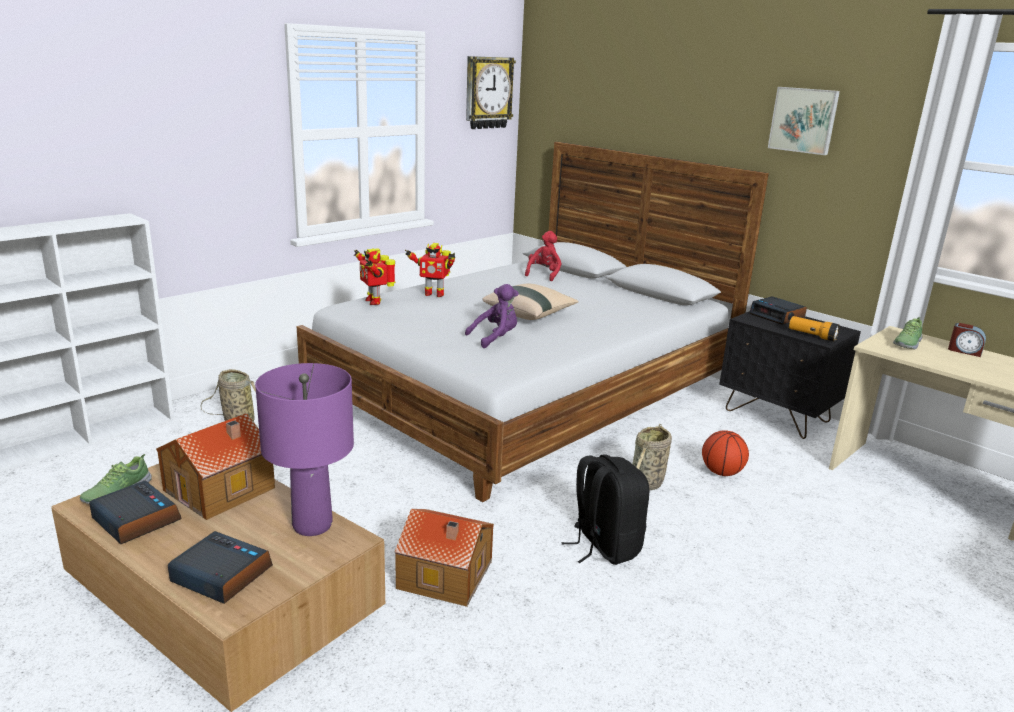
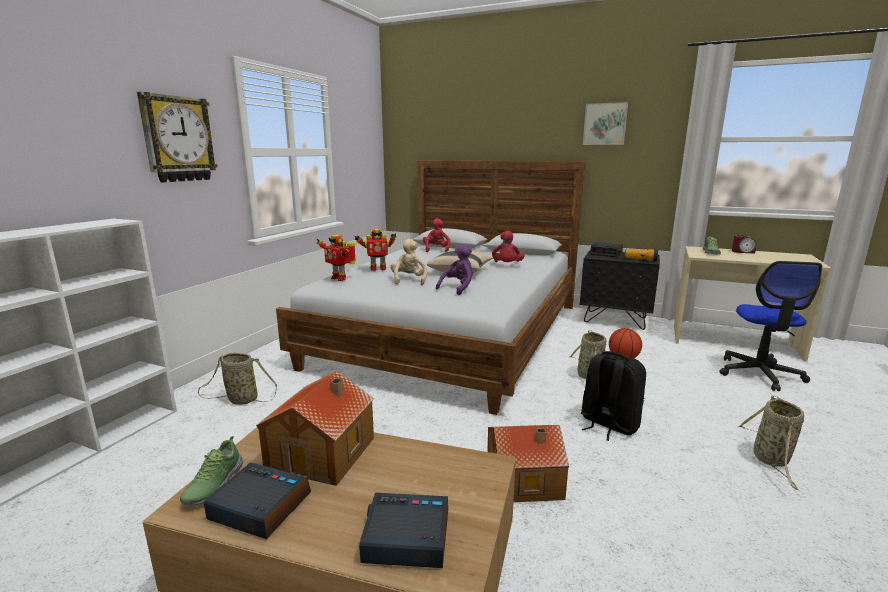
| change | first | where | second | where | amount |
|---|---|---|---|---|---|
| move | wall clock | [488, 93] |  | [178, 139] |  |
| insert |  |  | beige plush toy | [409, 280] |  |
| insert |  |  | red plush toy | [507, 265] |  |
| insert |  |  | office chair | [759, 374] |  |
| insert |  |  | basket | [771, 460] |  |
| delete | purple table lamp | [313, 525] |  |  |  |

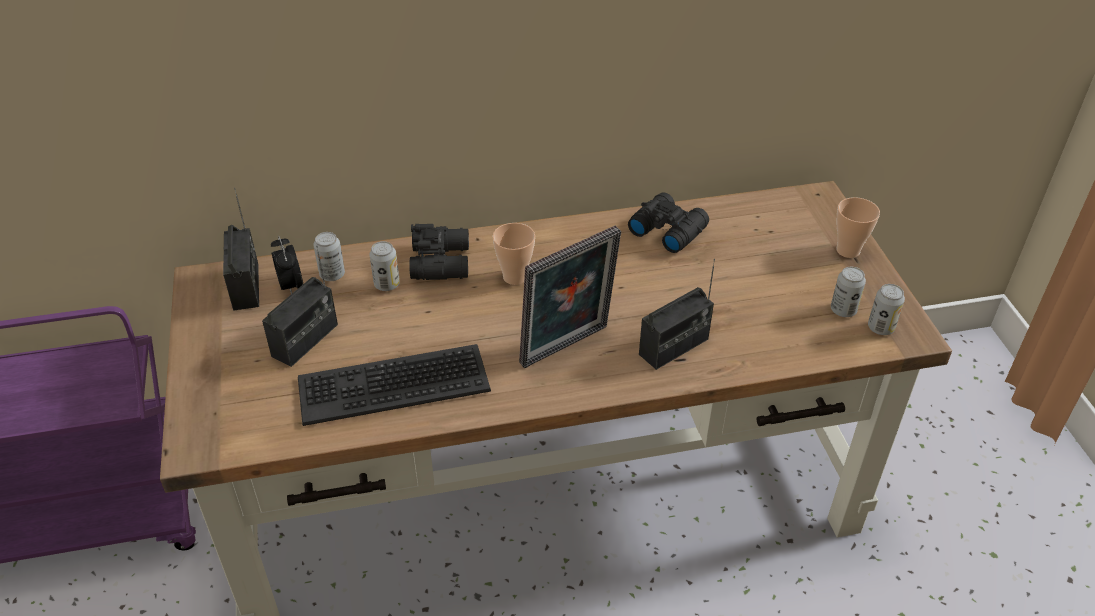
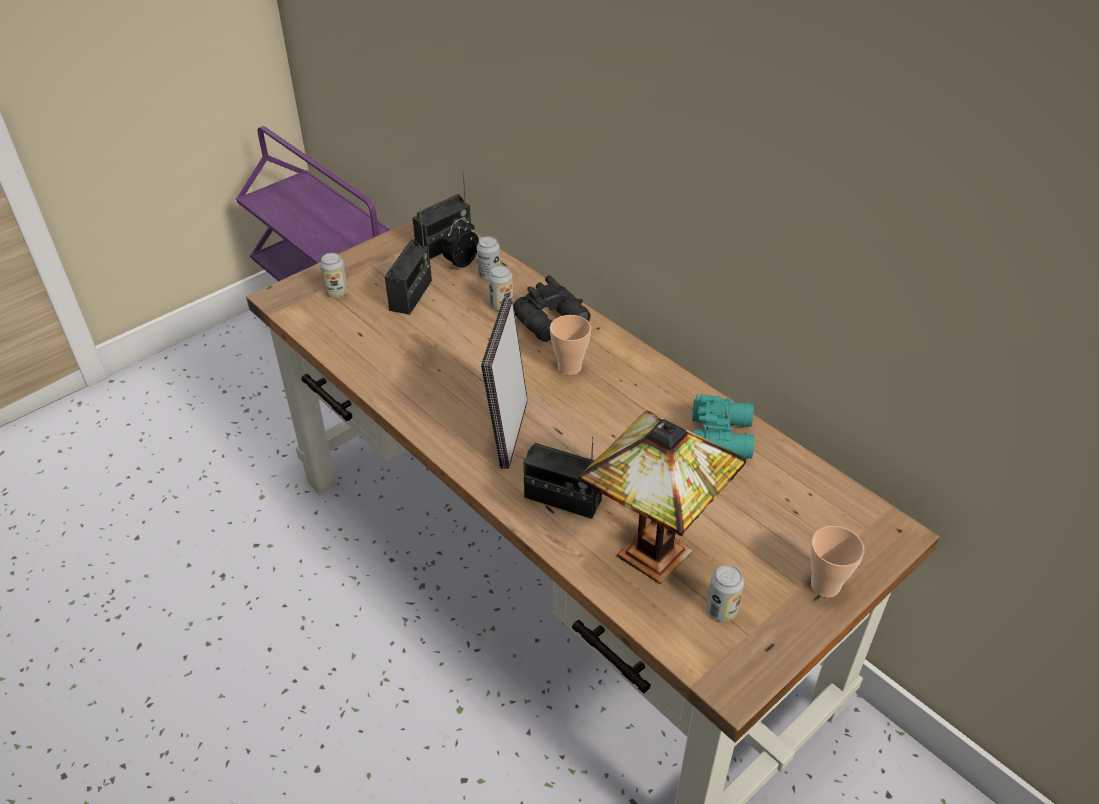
| change | first | where | second | where | amount |
|---|---|---|---|---|---|
| move | can | [880, 328] |  | [337, 292] |  |
| rotate | radio | [305, 340] |  | [411, 295] | 75 degrees counterclockwise |
| rotate | picture frame | [567, 348] |  | [507, 432] | 75 degrees clockwise |
| insert |  |  | table lamp | [654, 558] |  |
| recolor | black binoculars | [667, 229] | turquoise binoculars | [722, 436] |  |
| delete | keyboard | [393, 384] |  |  |  |

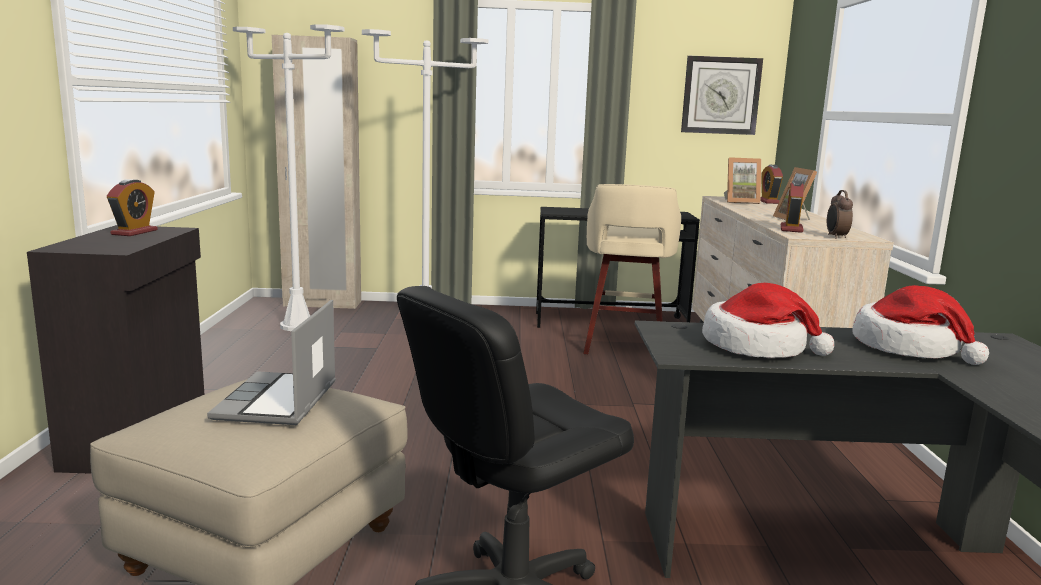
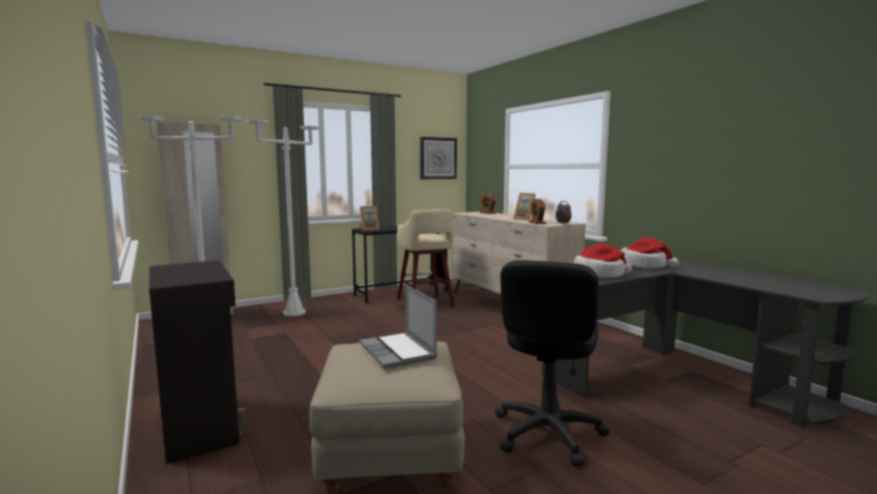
| change | first | where | second | where | amount |
|---|---|---|---|---|---|
| move | picture frame | [740, 201] |  | [369, 229] |  |
| delete | alarm clock | [134, 232] |  |  |  |

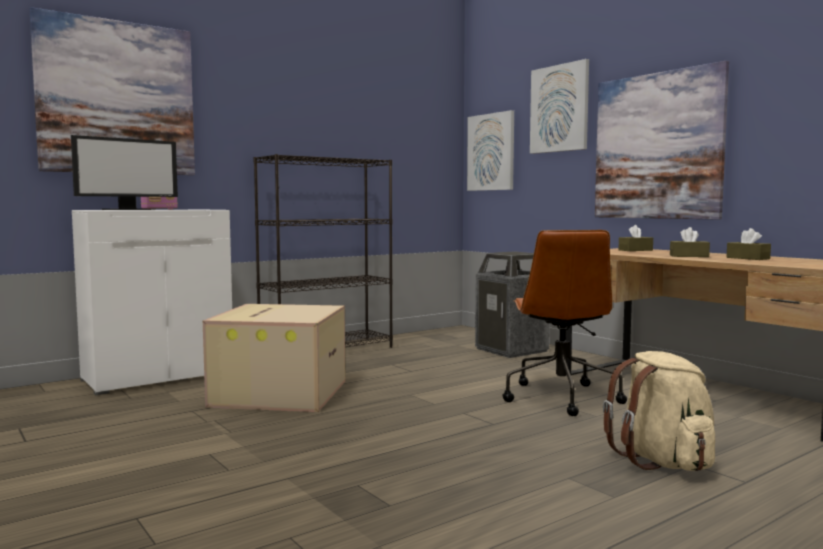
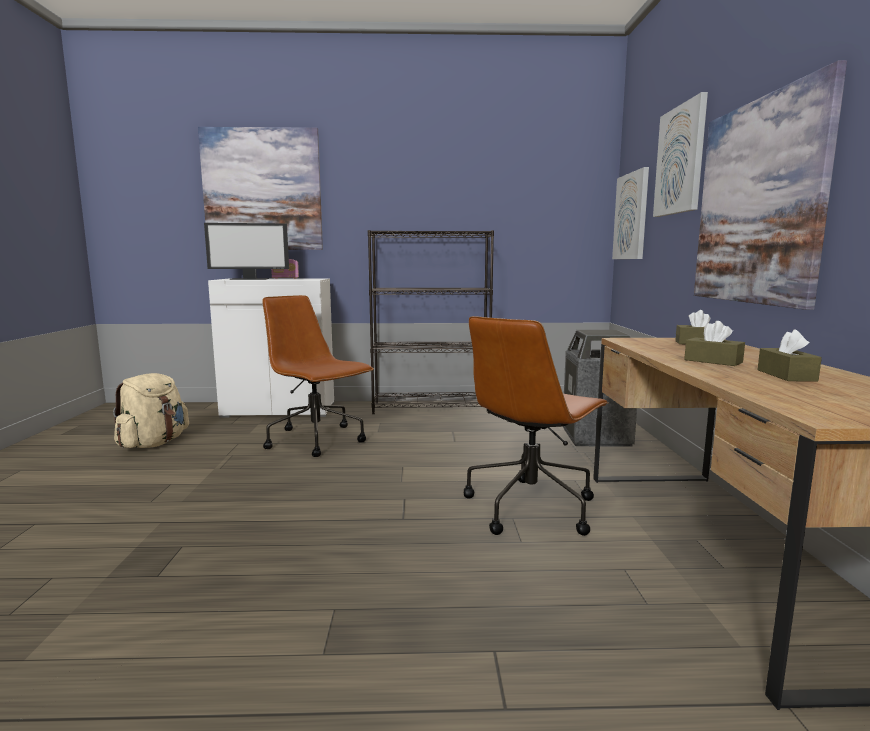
| change | first | where | second | where | amount |
|---|---|---|---|---|---|
| move | beige backpack | [662, 461] |  | [154, 443] |  |
| replace | cardboard box | [279, 393] | brown office chair | [317, 440] |  |

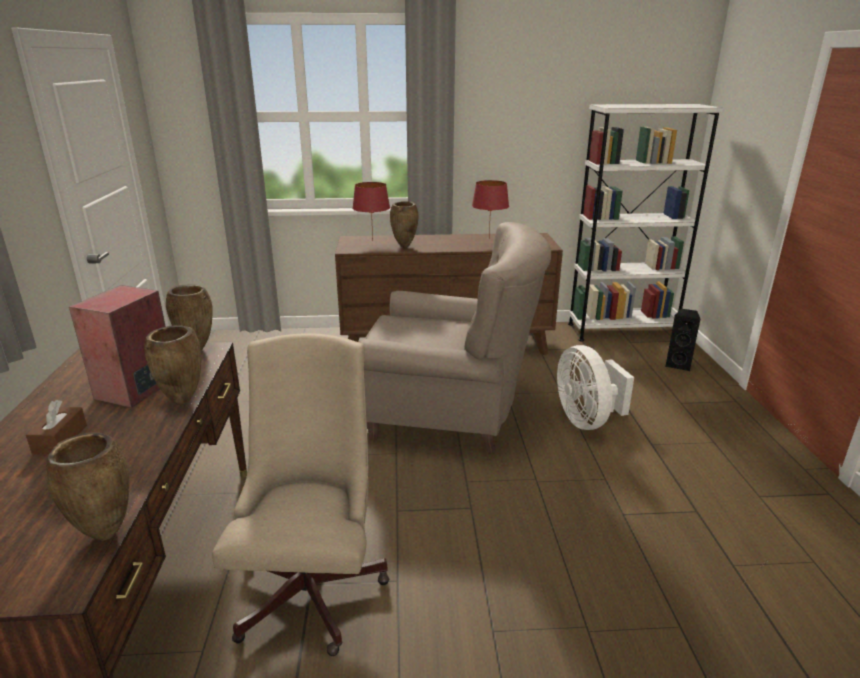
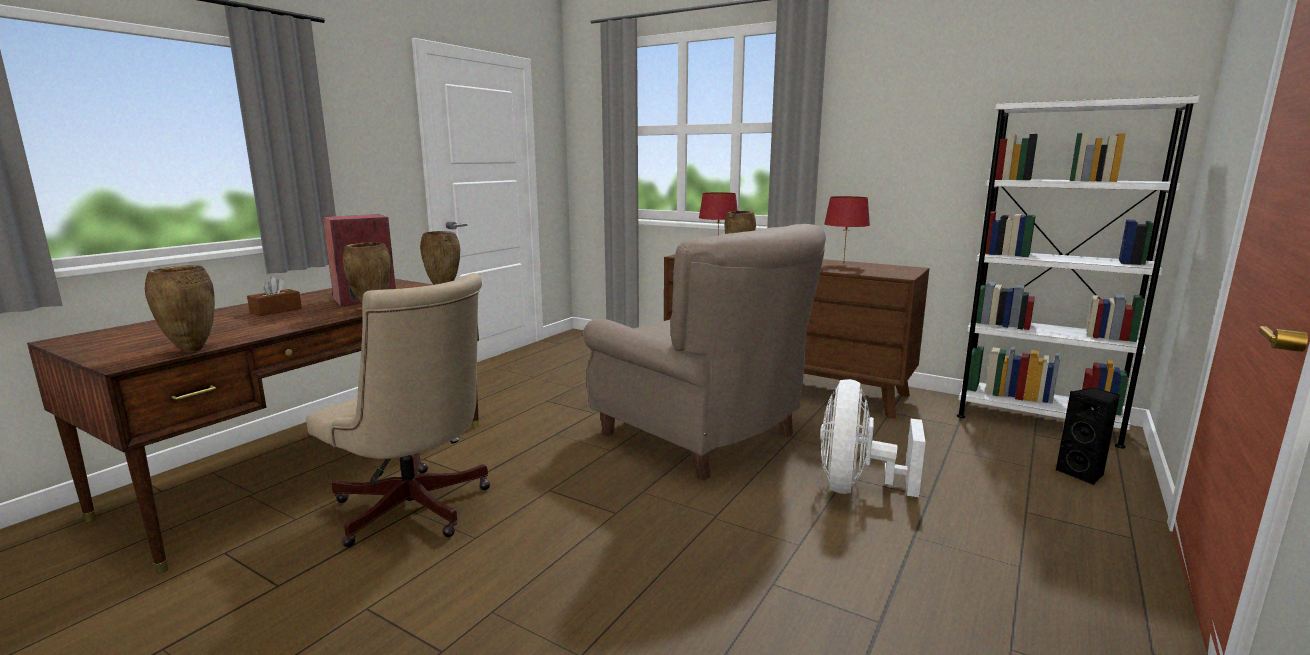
| change | first | where | second | where | amount |
|---|---|---|---|---|---|
| rotate | beige office chair | [313, 584] |  | [415, 512] | 90 degrees clockwise |

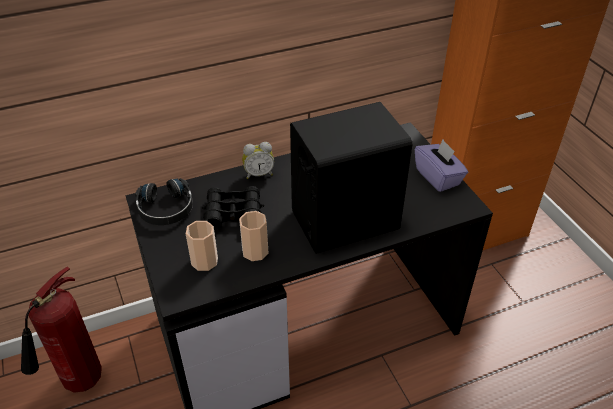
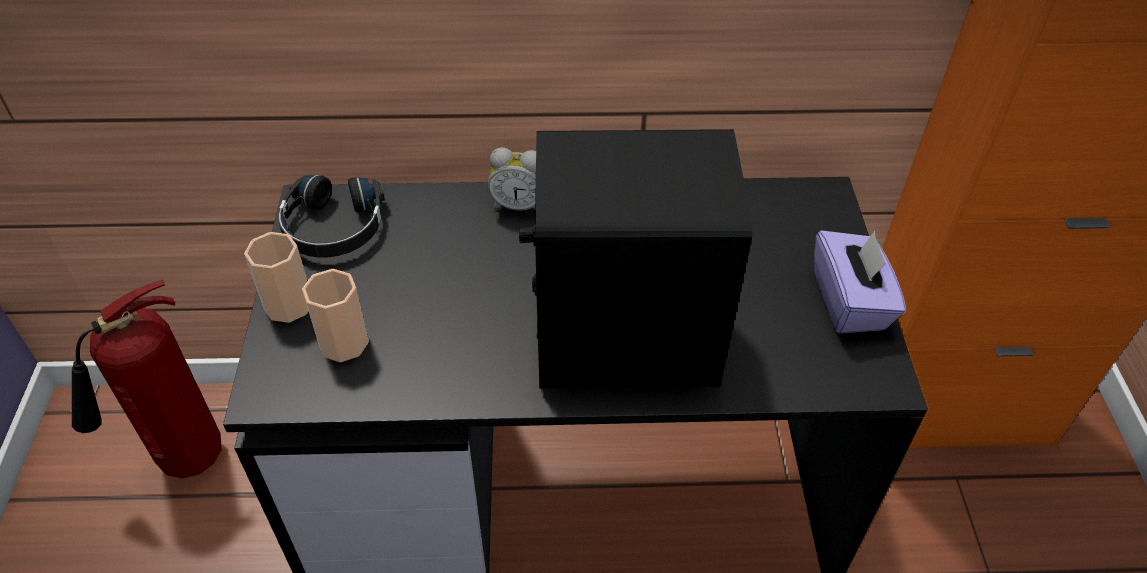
| change | first | where | second | where | amount |
|---|---|---|---|---|---|
| move | cup | [255, 251] |  | [288, 305] |  |
| delete | black binoculars | [233, 214] |  |  |  |

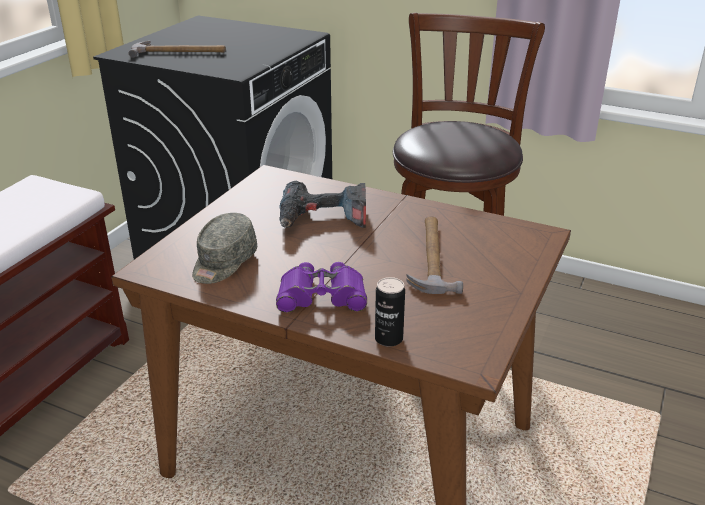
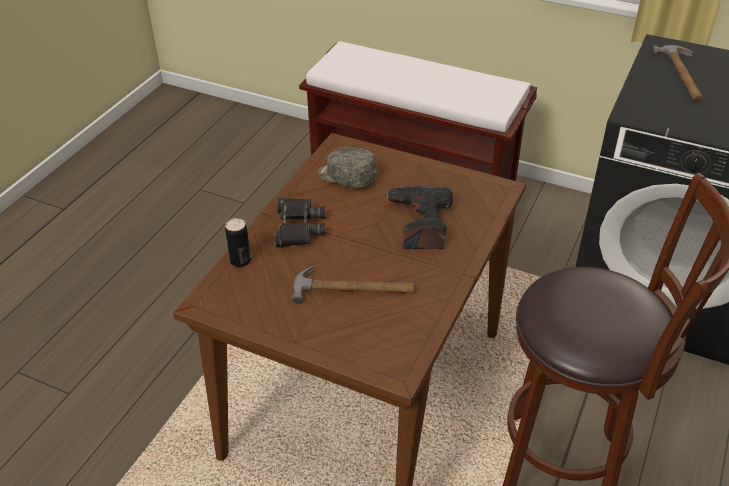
| change | first | where | second | where | amount |
|---|---|---|---|---|---|
| recolor | purple binoculars | [322, 296] | black binoculars | [298, 227] |  |

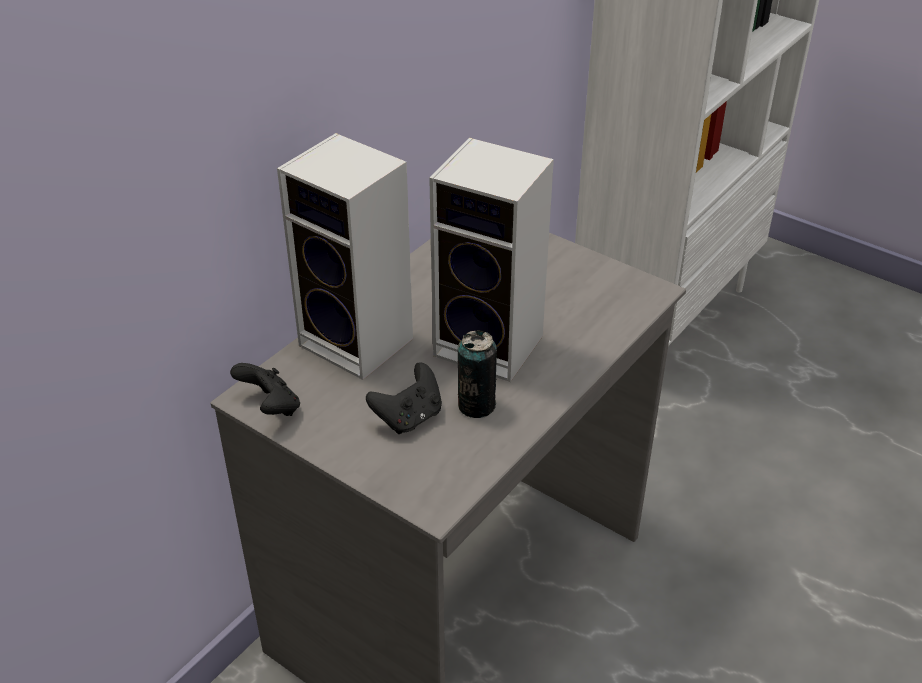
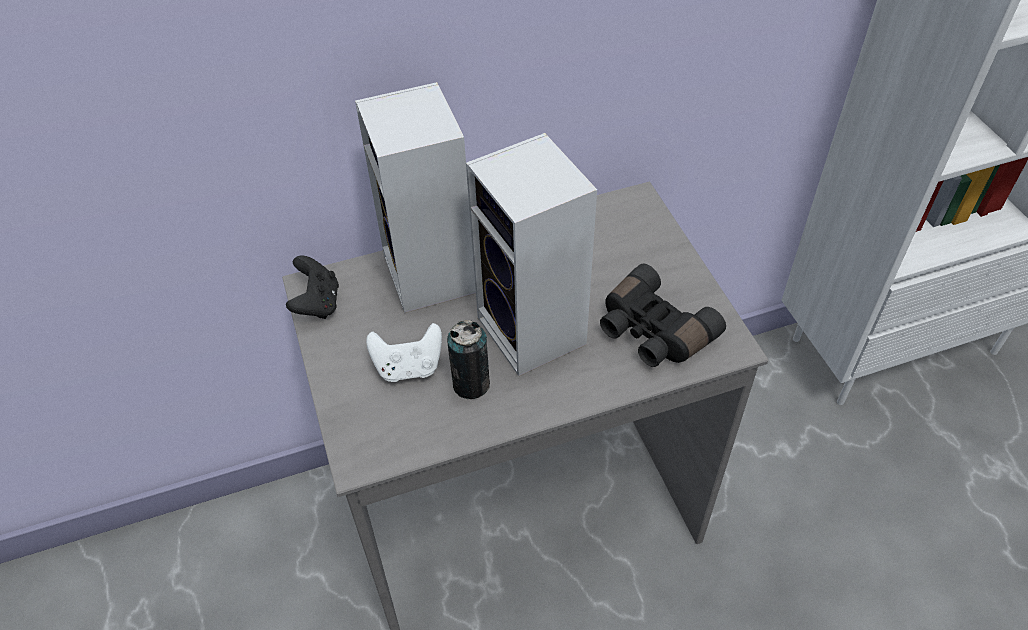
| change | first | where | second | where | amount |
|---|---|---|---|---|---|
| recolor | black game controller | [409, 417] | white game controller | [408, 367] |  |
| insert |  |  | black binoculars | [651, 332] |  |

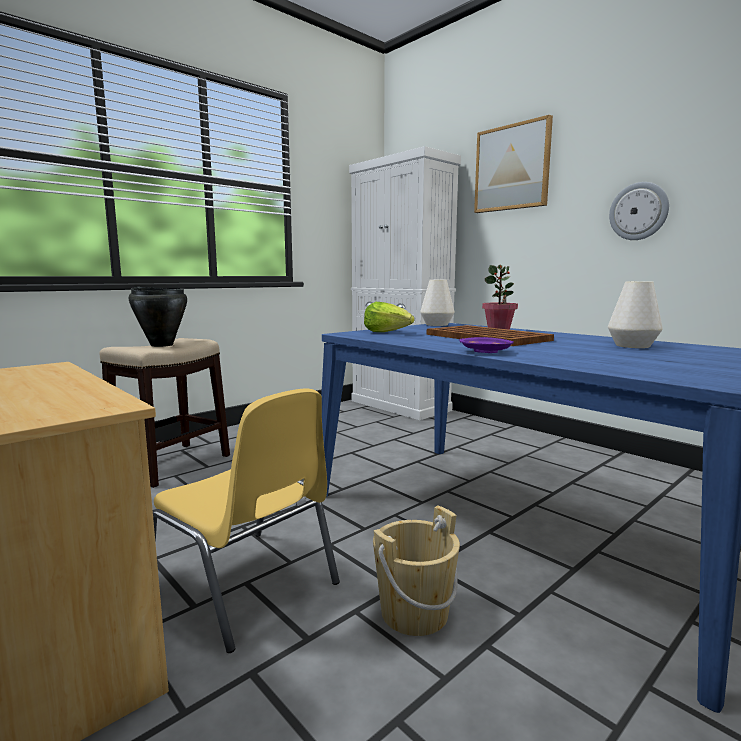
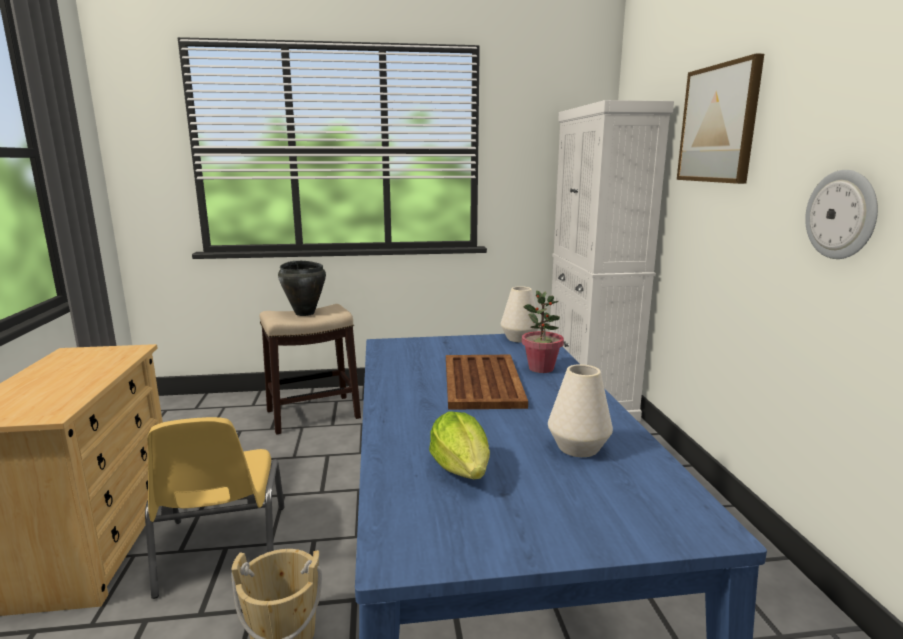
| change | first | where | second | where | amount |
|---|---|---|---|---|---|
| move | lettuce | [388, 332] |  | [462, 469] |  |
| delete | purple plate | [485, 352] |  |  |  |

